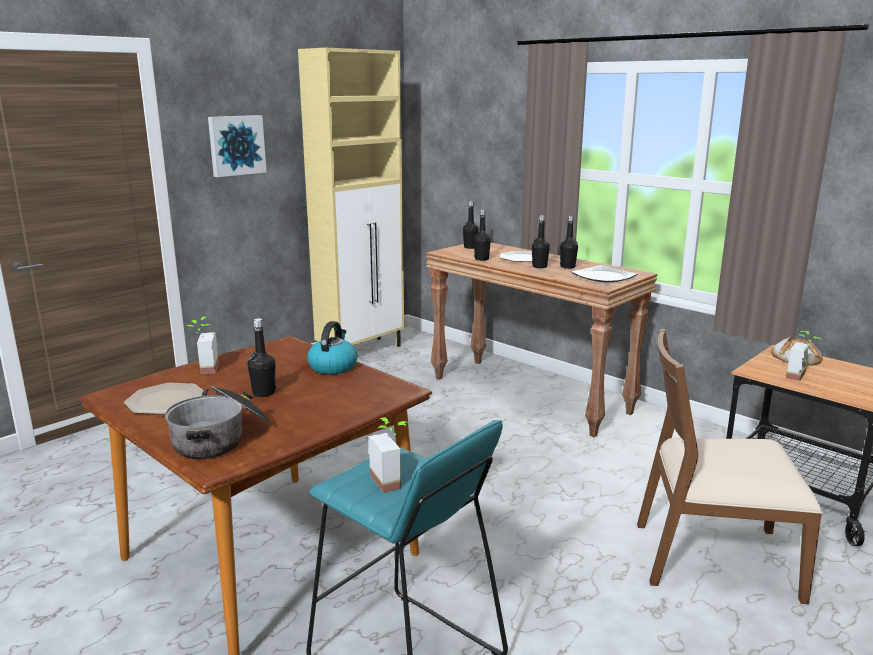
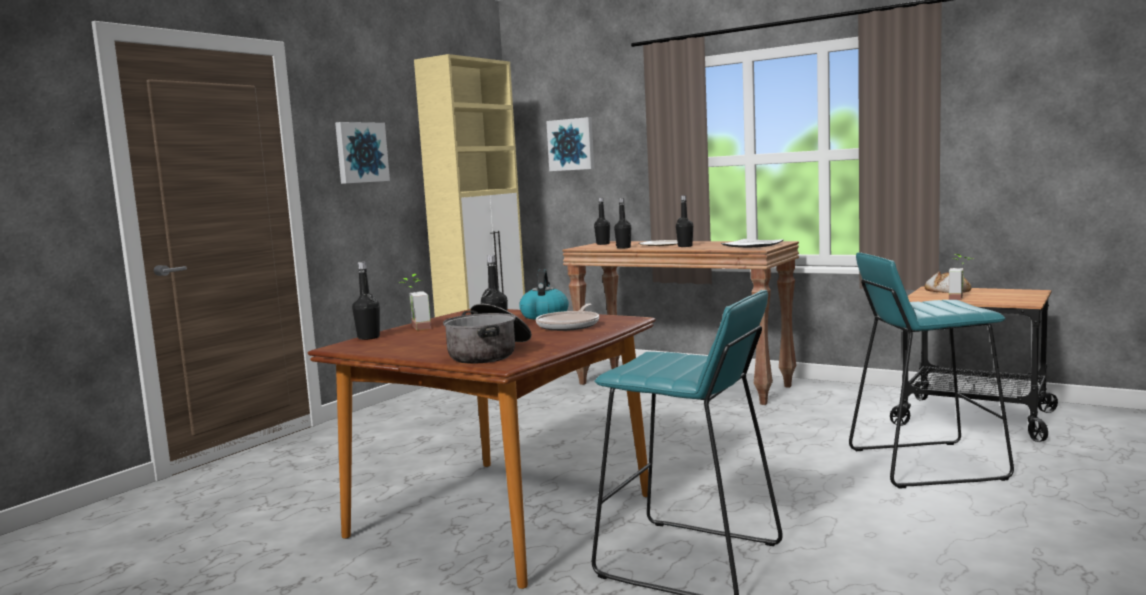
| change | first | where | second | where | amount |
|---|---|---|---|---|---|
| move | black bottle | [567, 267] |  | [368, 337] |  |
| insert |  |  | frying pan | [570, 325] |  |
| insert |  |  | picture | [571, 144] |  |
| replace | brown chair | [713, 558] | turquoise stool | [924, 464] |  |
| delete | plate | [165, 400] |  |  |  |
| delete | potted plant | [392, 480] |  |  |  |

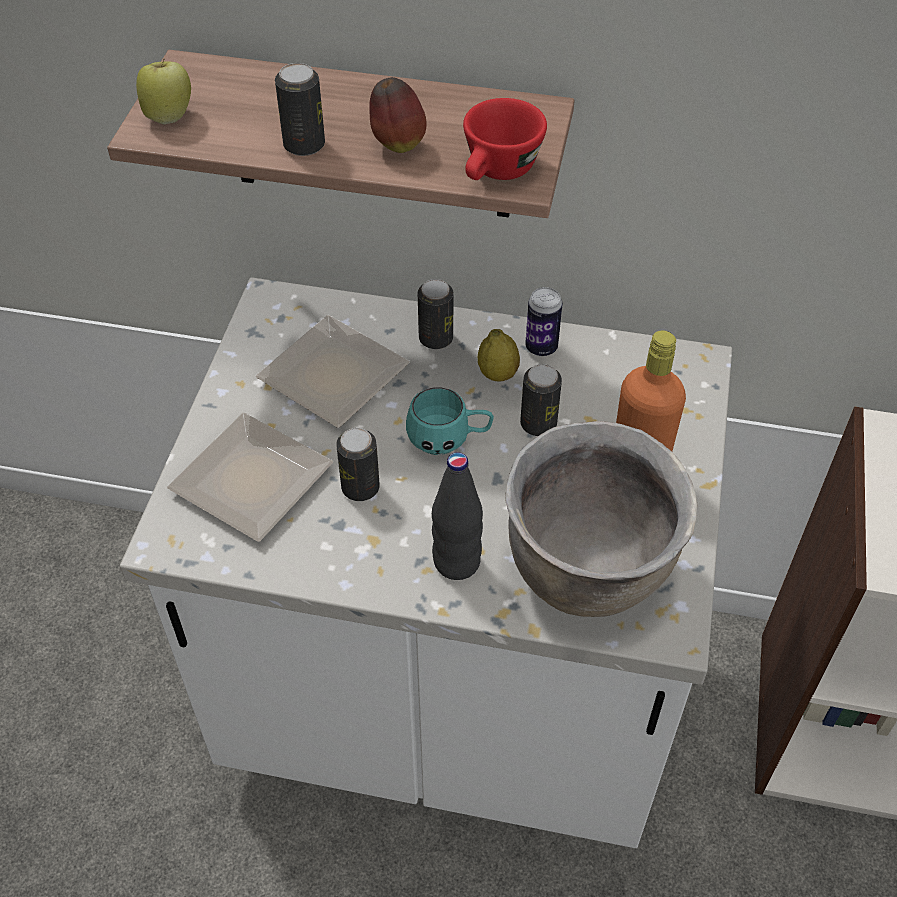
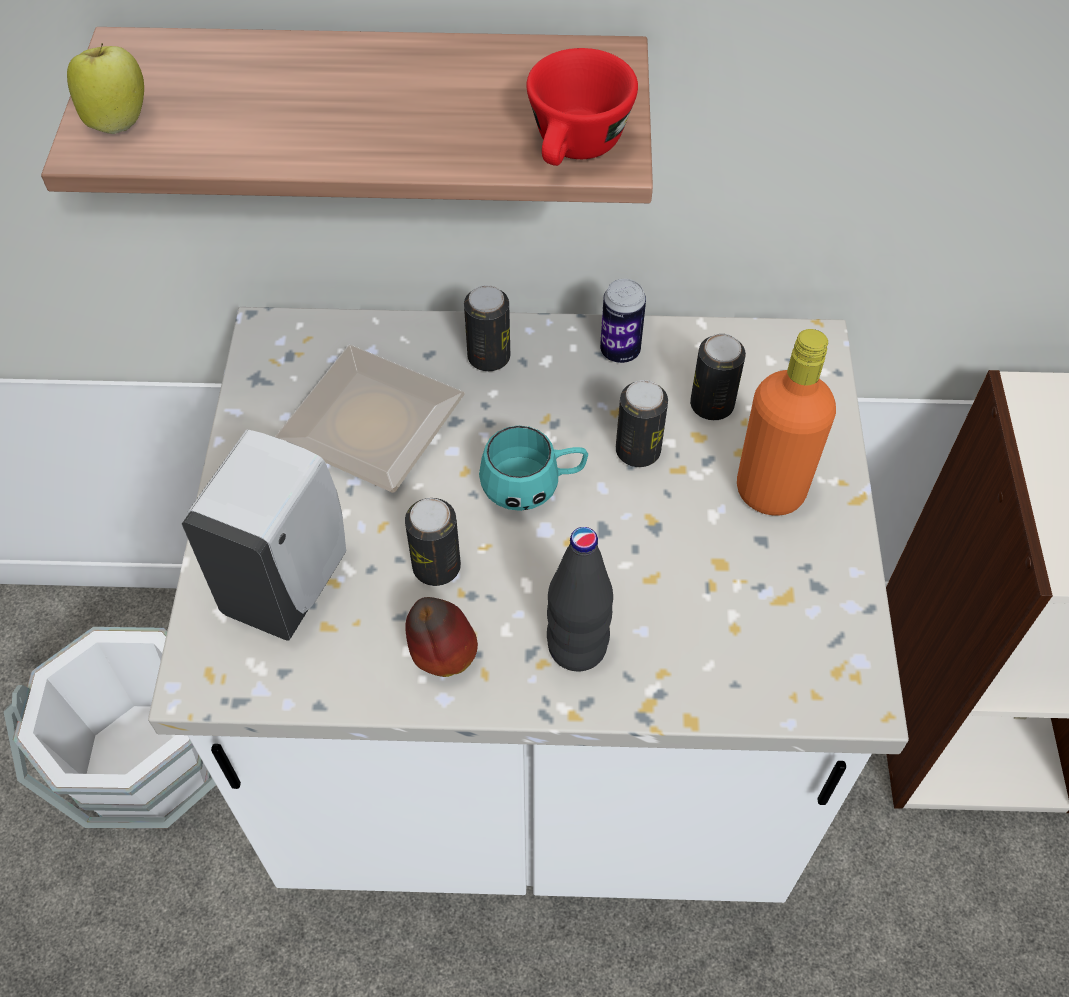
| change | first | where | second | where | amount |
|---|---|---|---|---|---|
| insert |  |  | white bucket | [148, 765] |  |
| replace | plate | [246, 482] | white soap dispenser | [290, 581] |  |
| move | apple | [397, 144] |  | [442, 656] |  |
| move | can | [304, 145] |  | [711, 405] |  |
| delete | lemon | [497, 374] |  |  |  |
| delete | brown cooking pot | [589, 571] |  |  |  |

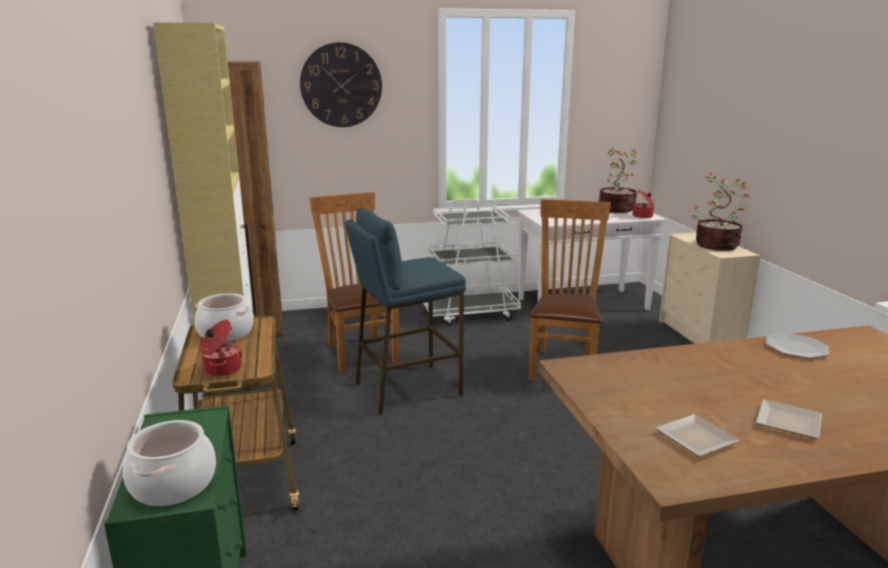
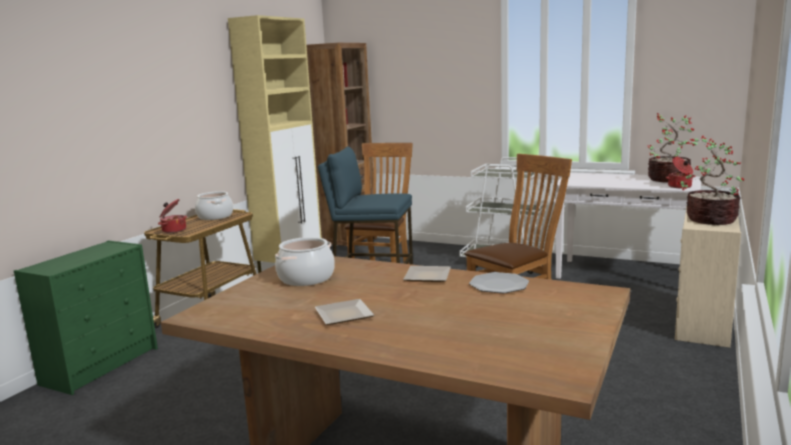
| change | first | where | second | where | amount |
|---|---|---|---|---|---|
| move | cooking pot | [173, 484] |  | [306, 278] |  |
| move | plate | [693, 438] |  | [426, 276] |  |
| delete | wall clock | [341, 85] |  |  |  |

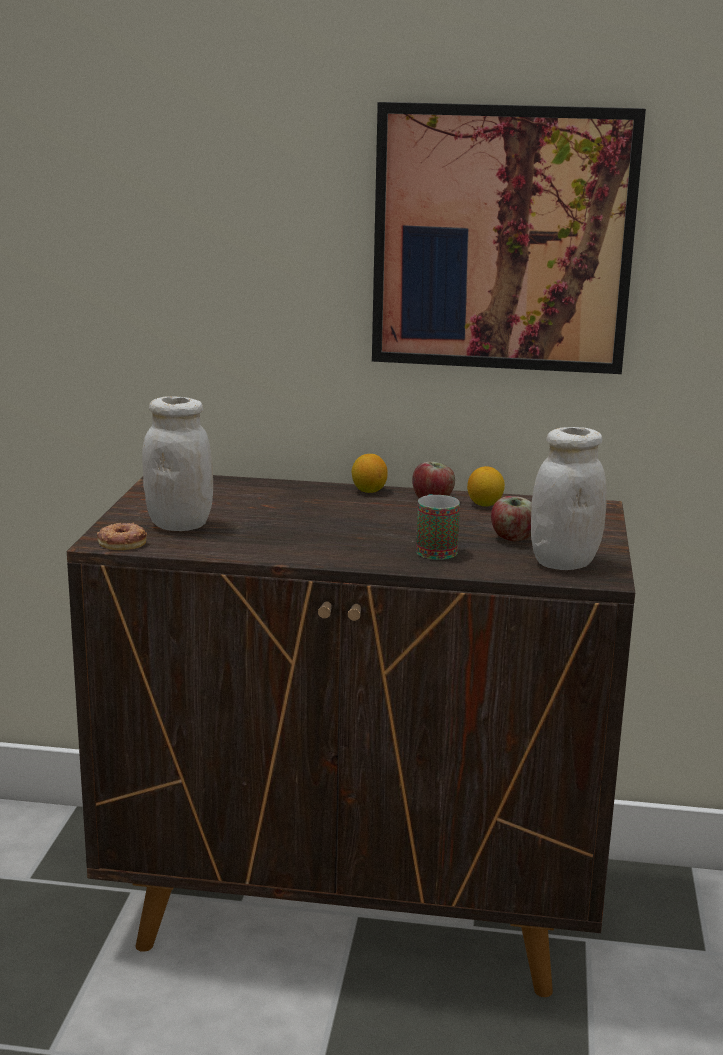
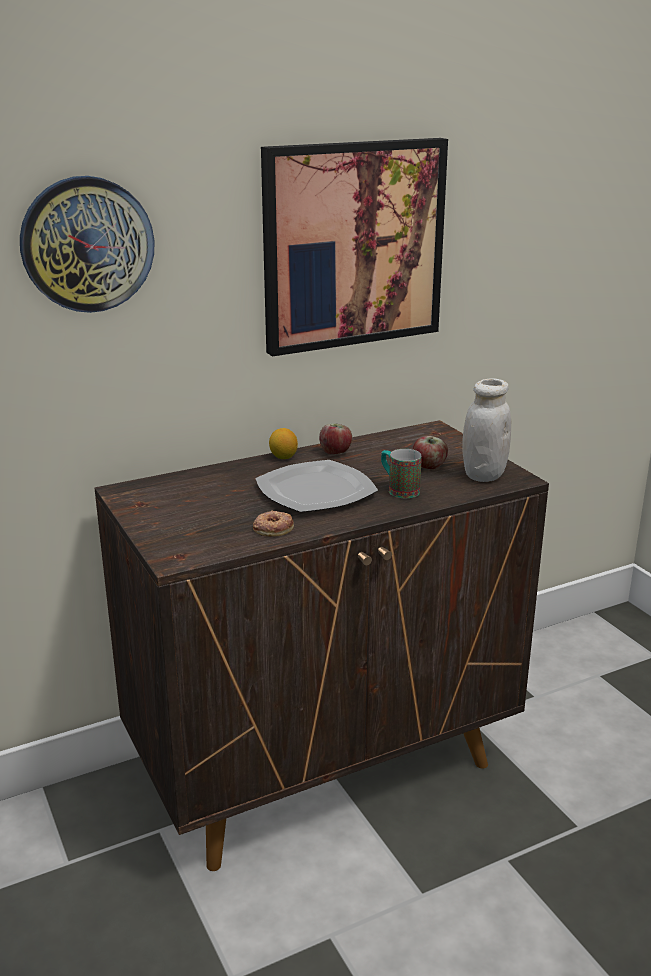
| change | first | where | second | where | amount |
|---|---|---|---|---|---|
| insert |  |  | wall clock | [87, 244] |  |
| move | donut | [122, 542] |  | [273, 528] |  |
| insert |  |  | plate | [314, 490] |  |
| delete | white jar | [179, 525] |  |  |  |
| delete | lemon | [485, 504] |  |  |  |

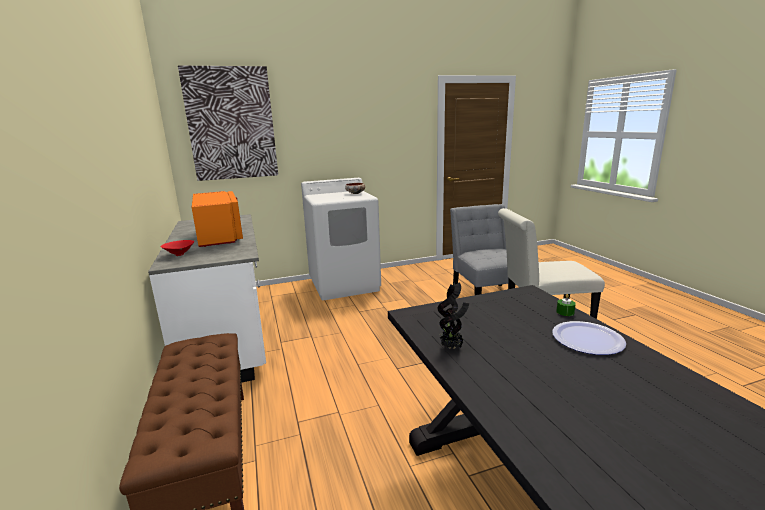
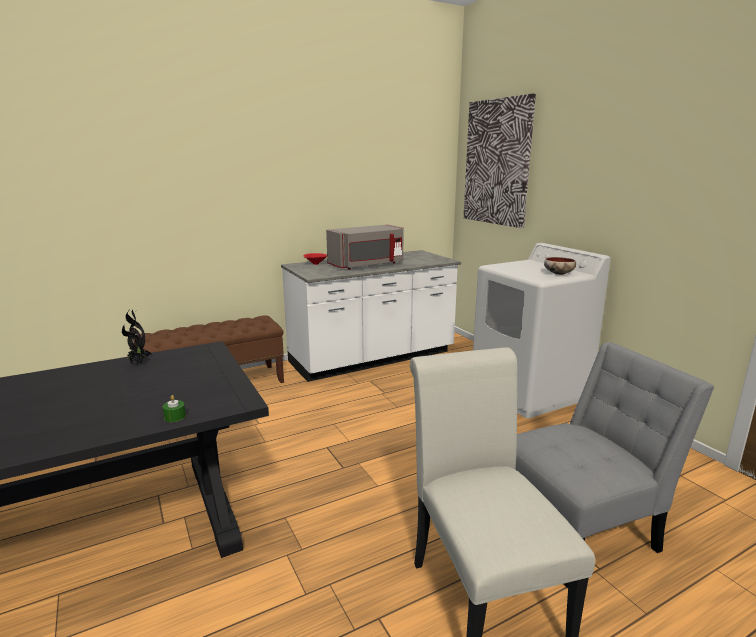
| change | first | where | second | where | amount |
|---|---|---|---|---|---|
| recolor | orange microwave | [220, 237] | grey microwave | [367, 265] |  |
| delete | plate | [587, 339] |  |  |  |

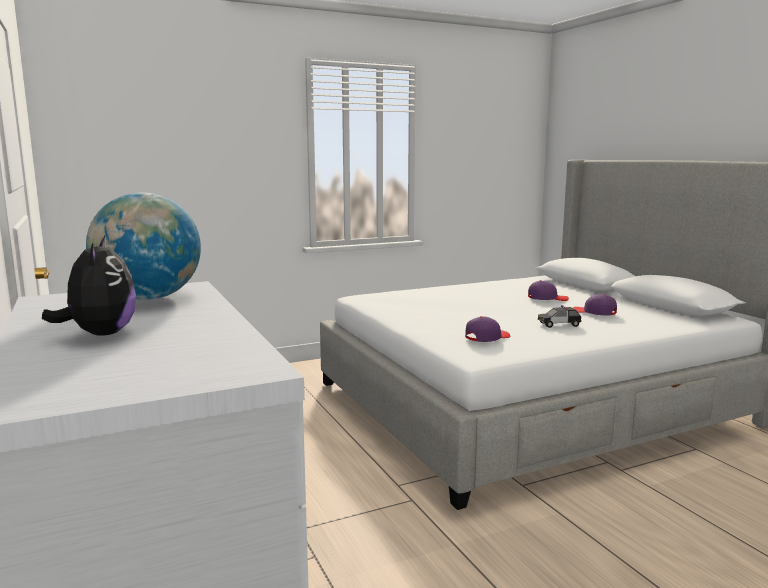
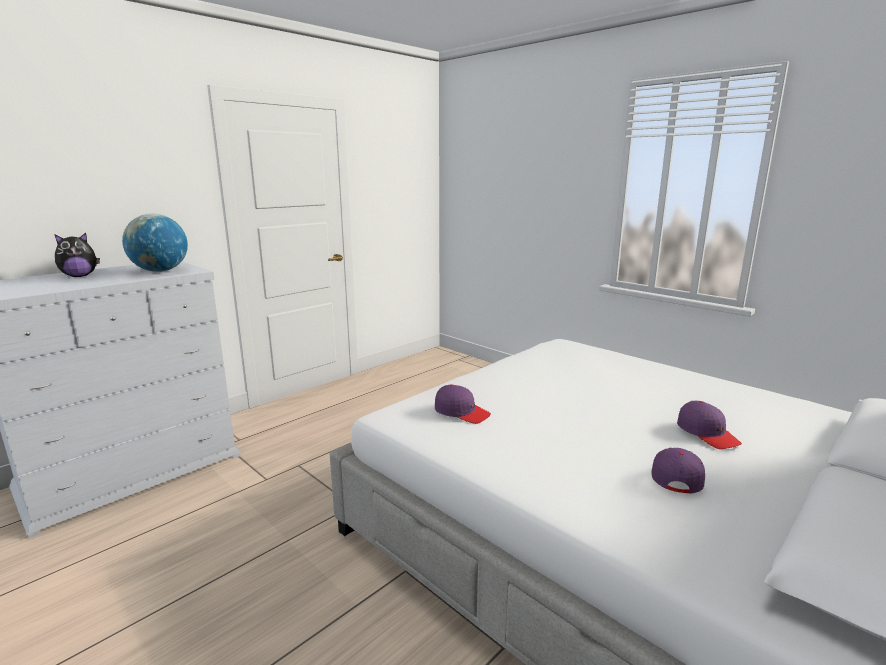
| change | first | where | second | where | amount |
|---|---|---|---|---|---|
| delete | toy car | [559, 324] |  |  |  |

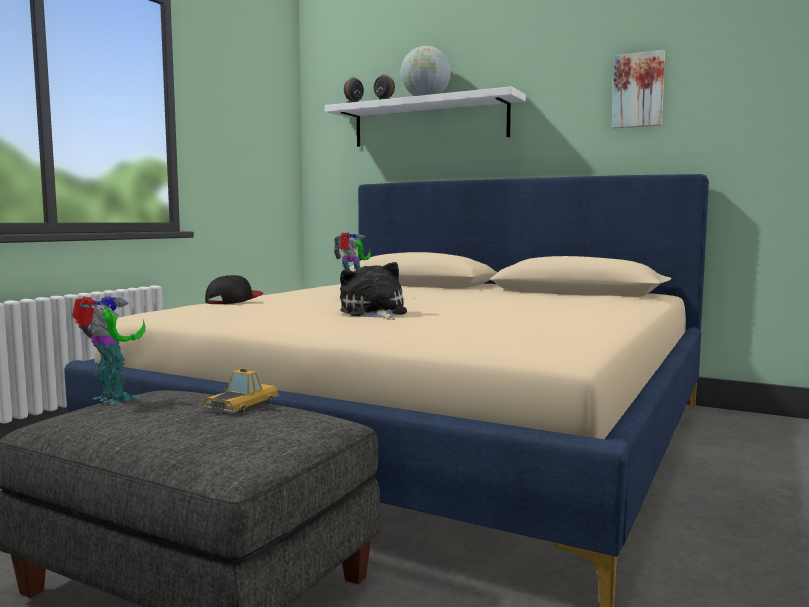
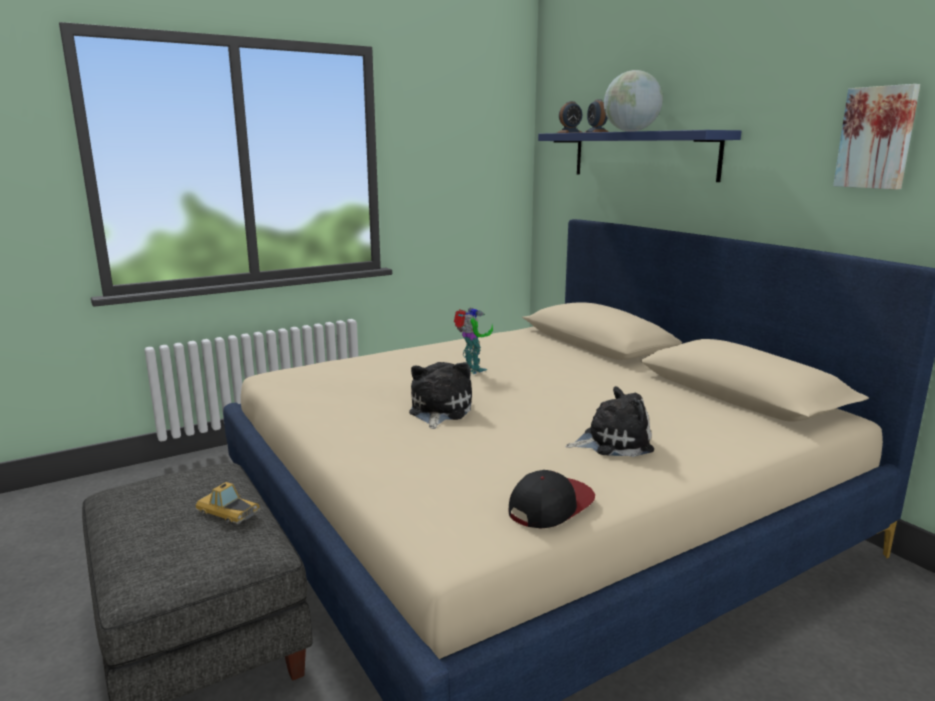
| change | first | where | second | where | amount |
|---|---|---|---|---|---|
| rotate | toy car | [243, 404] |  | [227, 511] | 120 degrees counterclockwise |
| move | cap | [233, 300] |  | [550, 506] |  |
| recolor | white shelf | [429, 122] | blue shelf | [642, 155] |  |
| insert |  |  | plush toy | [612, 442] |  |
| delete | toy robot | [112, 399] |  |  |  |

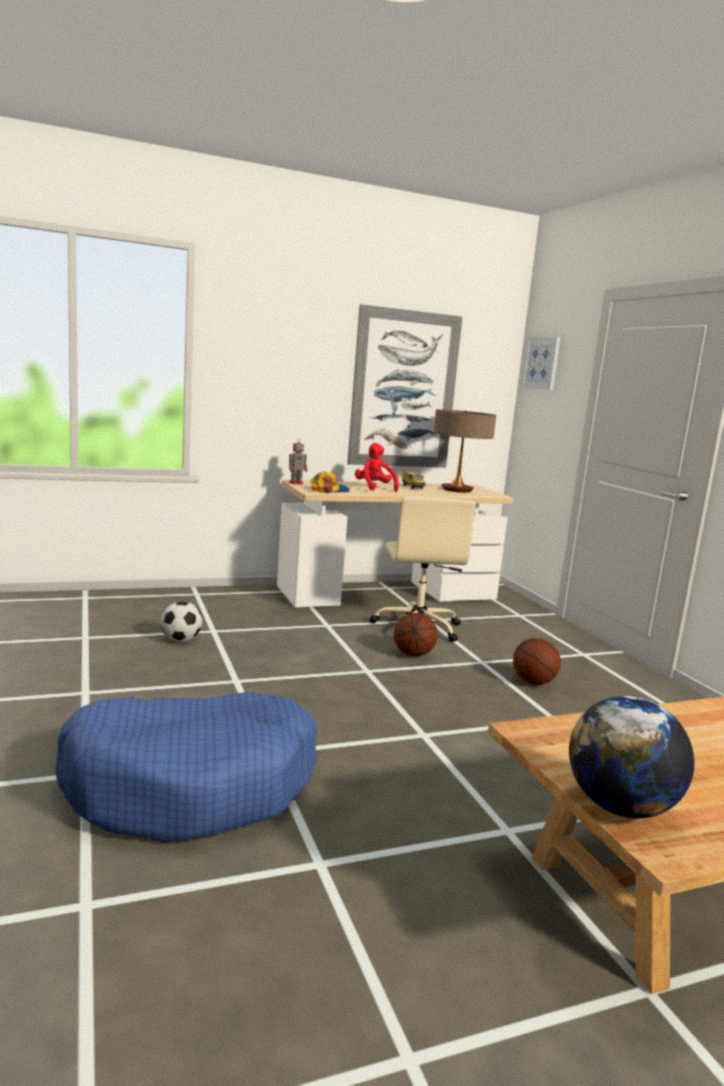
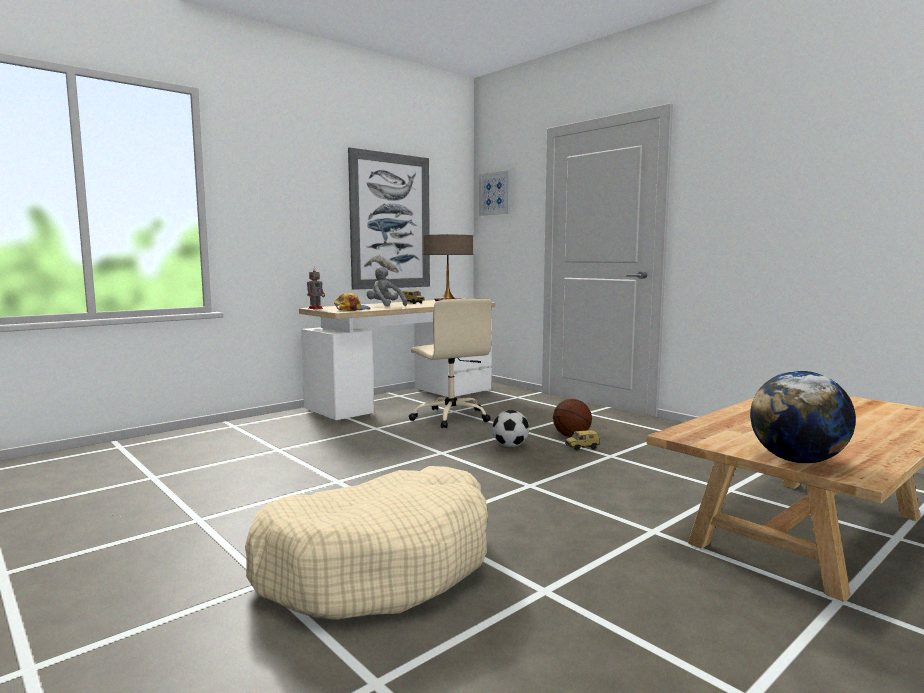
| change | first | where | second | where | amount |
|---|---|---|---|---|---|
| recolor | blue dog bed | [192, 785] | beige dog bed | [378, 564] |  |
| recolor | red plush toy | [374, 488] | grey plush toy | [385, 306] |  |
| move | football | [181, 640] |  | [510, 446] |  |
| insert |  |  | toy car | [582, 448] |  |
| delete | basketball | [413, 654] |  |  |  |

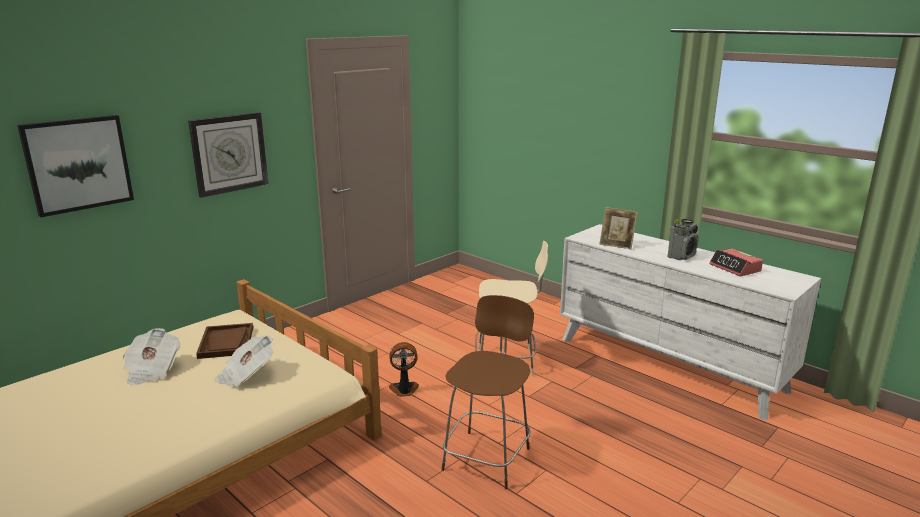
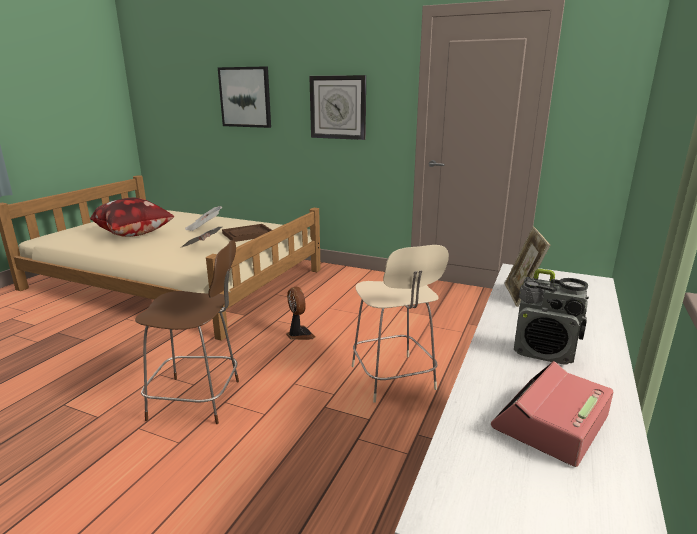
| change | first | where | second | where | amount |
|---|---|---|---|---|---|
| insert |  |  | pillow | [135, 234] |  |

